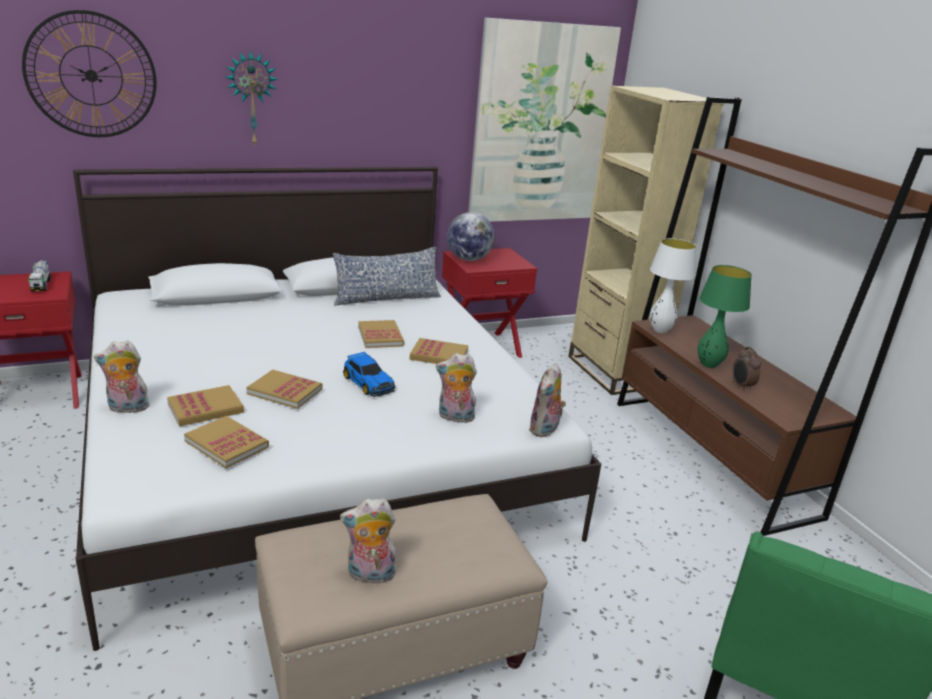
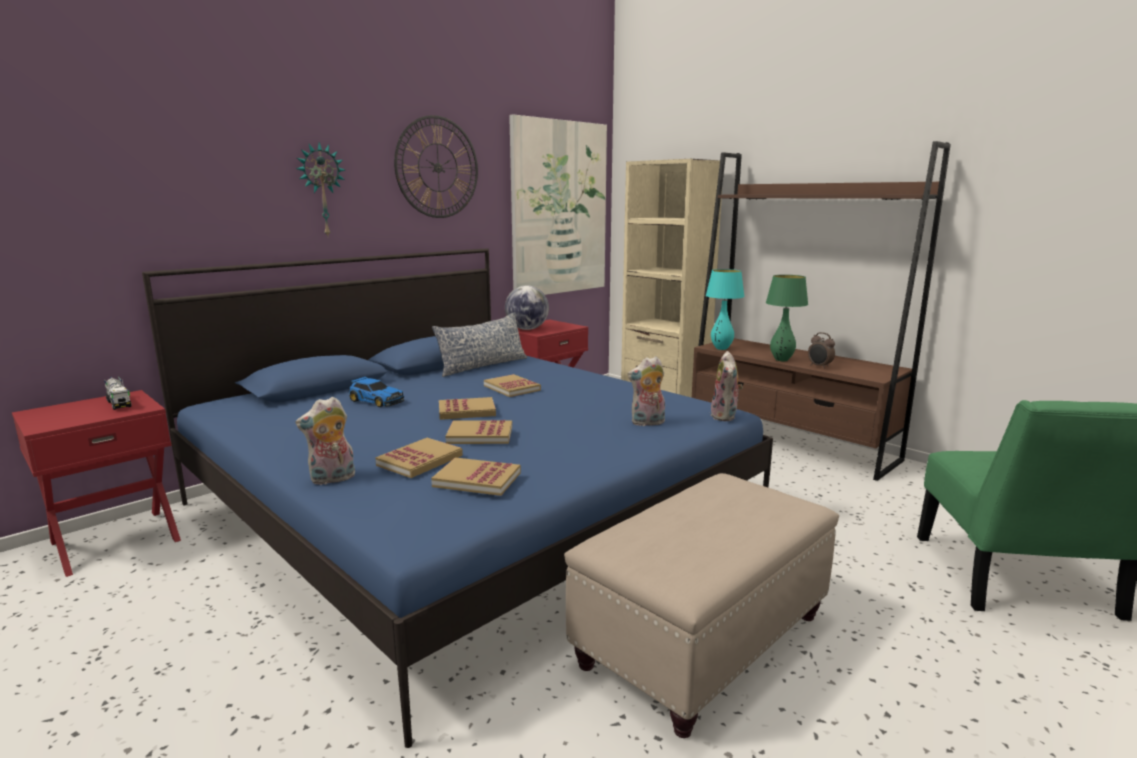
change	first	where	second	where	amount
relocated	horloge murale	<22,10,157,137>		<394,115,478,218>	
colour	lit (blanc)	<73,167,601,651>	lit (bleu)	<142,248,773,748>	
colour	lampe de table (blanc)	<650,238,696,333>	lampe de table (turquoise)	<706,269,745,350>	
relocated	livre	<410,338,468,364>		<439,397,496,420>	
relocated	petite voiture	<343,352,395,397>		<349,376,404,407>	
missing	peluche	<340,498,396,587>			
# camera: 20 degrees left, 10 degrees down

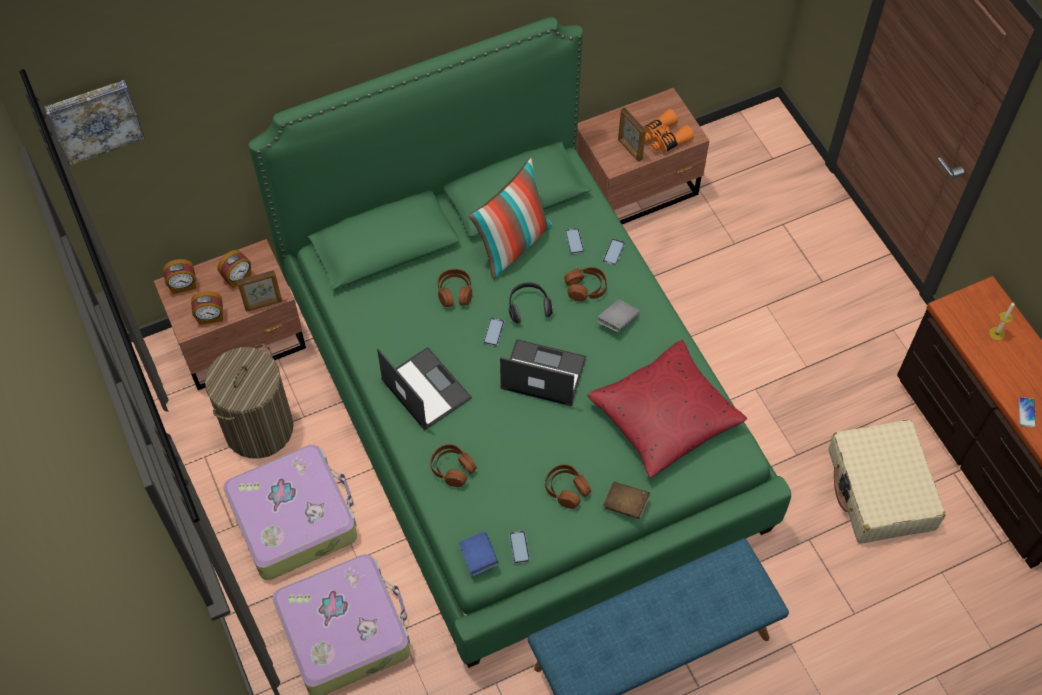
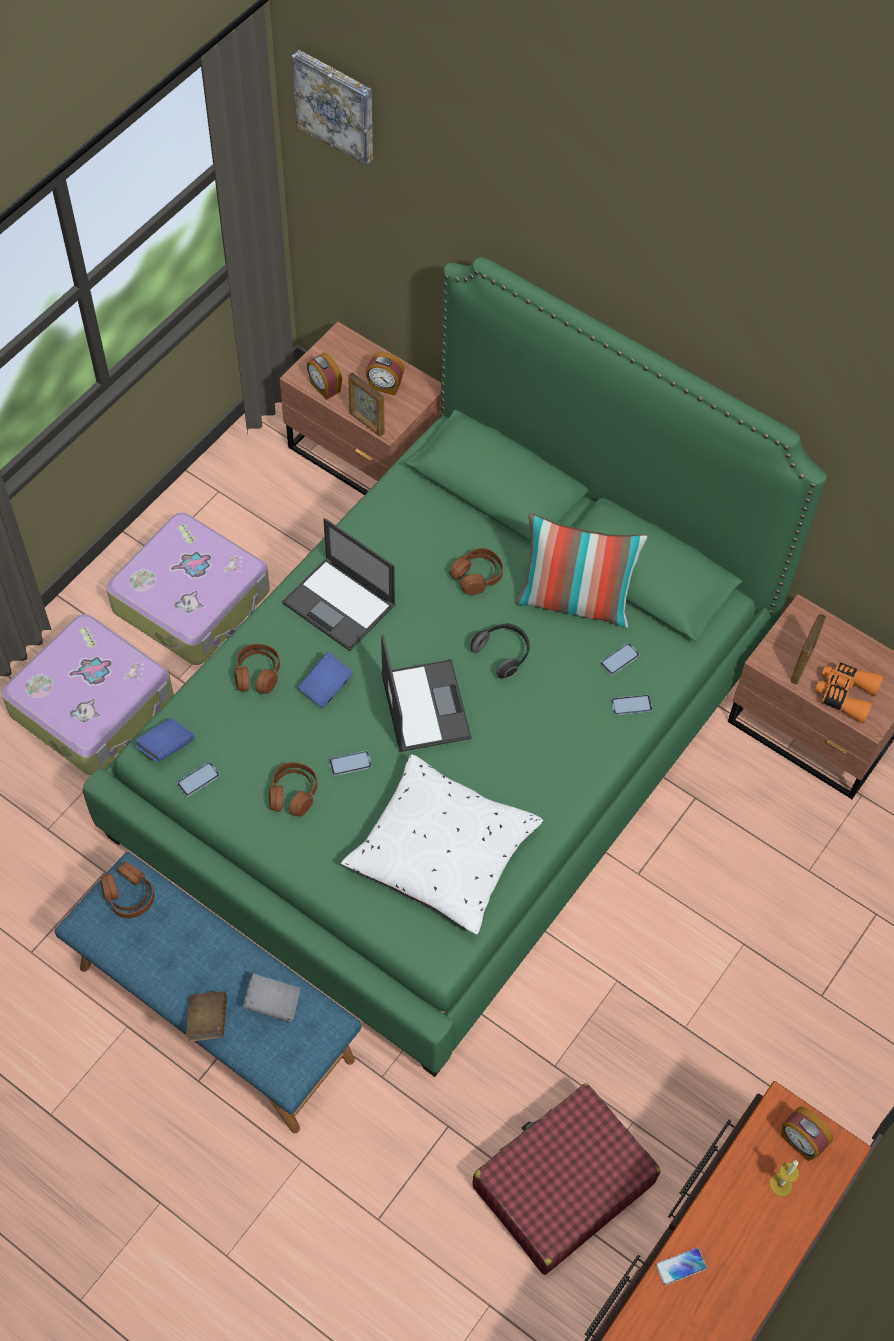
change	first	where	second	where	amount
relocated	réveil	<163,259,196,294>		<781,1106,833,1161>	
relocated	casque audio (marron)	<564,267,607,302>		<100,862,154,918>	
relocated	livre (gris)	<597,300,640,332>		<243,974,300,1023>	
relocated	téléphone	<483,318,505,346>		<329,751,372,776>	
colour	coussin (rouge)	<587,340,747,478>	coussin (blanc)	<341,754,543,934>	
missing	panier à linge	<205,344,294,459>			
spun	ordinateur portable	<377,347,472,431>		<282,518,396,651>	105 degrees clockwise
colour	valise (beige)	<828,420,945,544>	valise (rouge)	<472,1083,661,1275>	
relocated	livre (marron)	<603,482,650,519>		<186,991,227,1042>	
appeared			livre (bleu)	<298,652,353,708>	
# camera: 60 degrees right, 0 degrees up

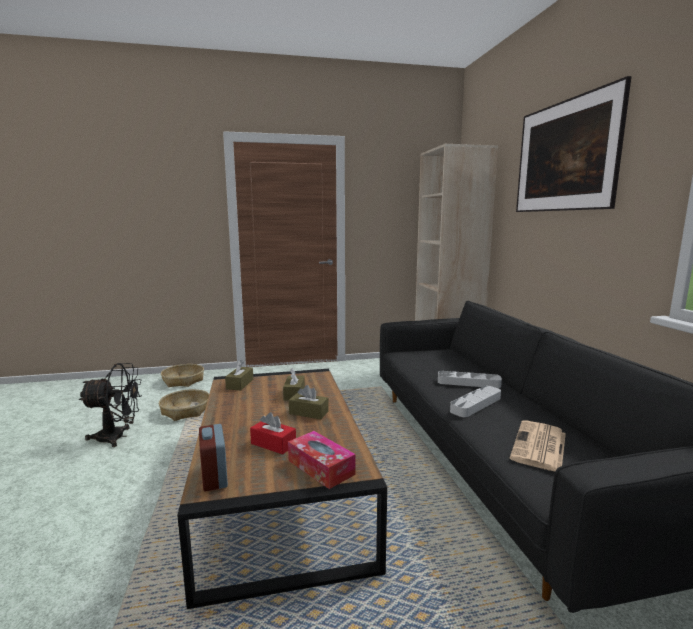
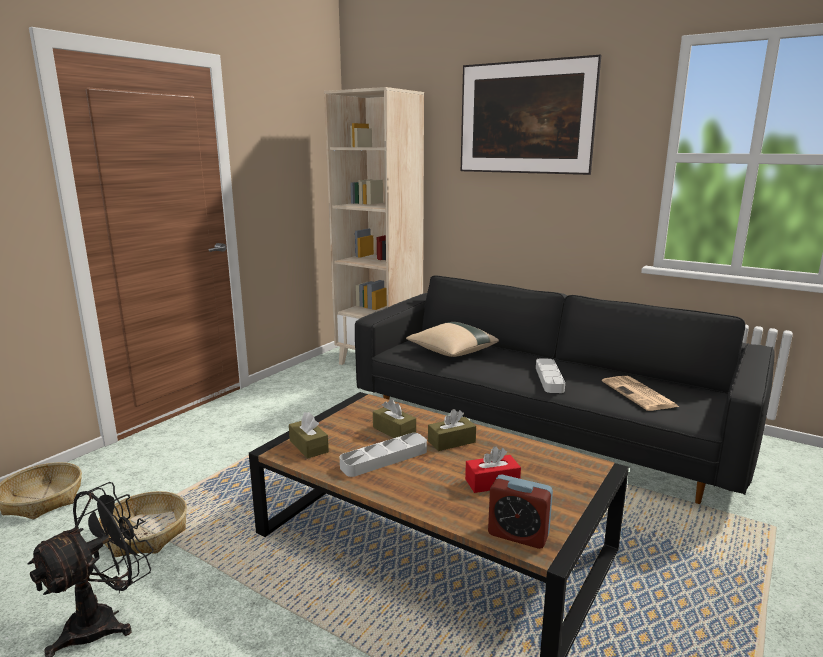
change	first	where	second	where	amount
relocated	plateau (gris)	<438,371,502,388>		<340,433,427,477>	
missing	boîte à mouchoirs	<288,431,356,489>			
appeared			coussin (beige)	<406,322,499,357>	
# camera: 45 degrees left, 5 degrees up

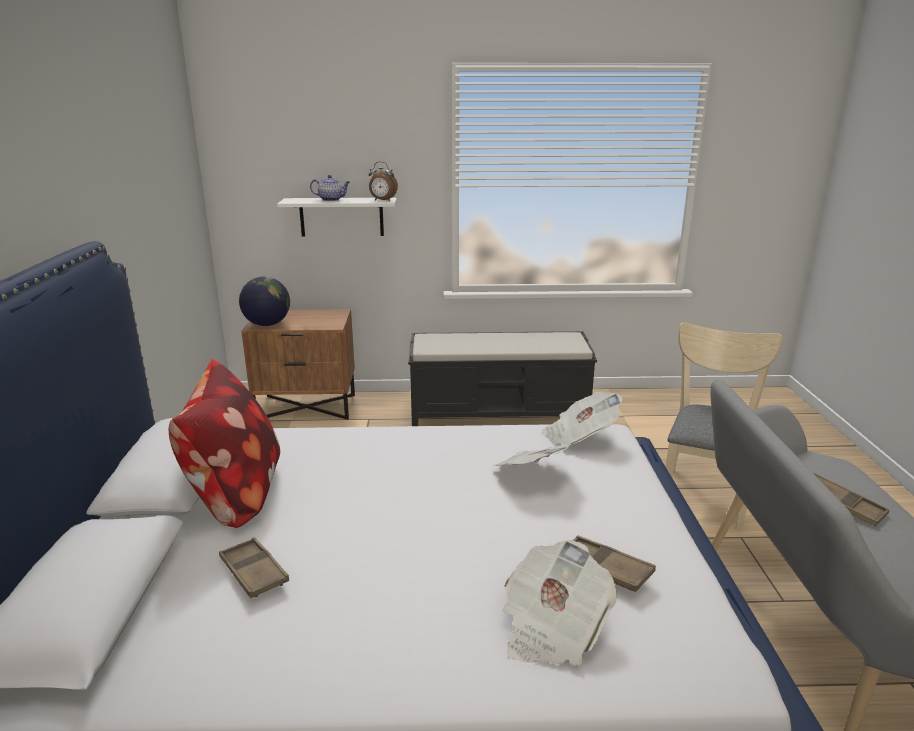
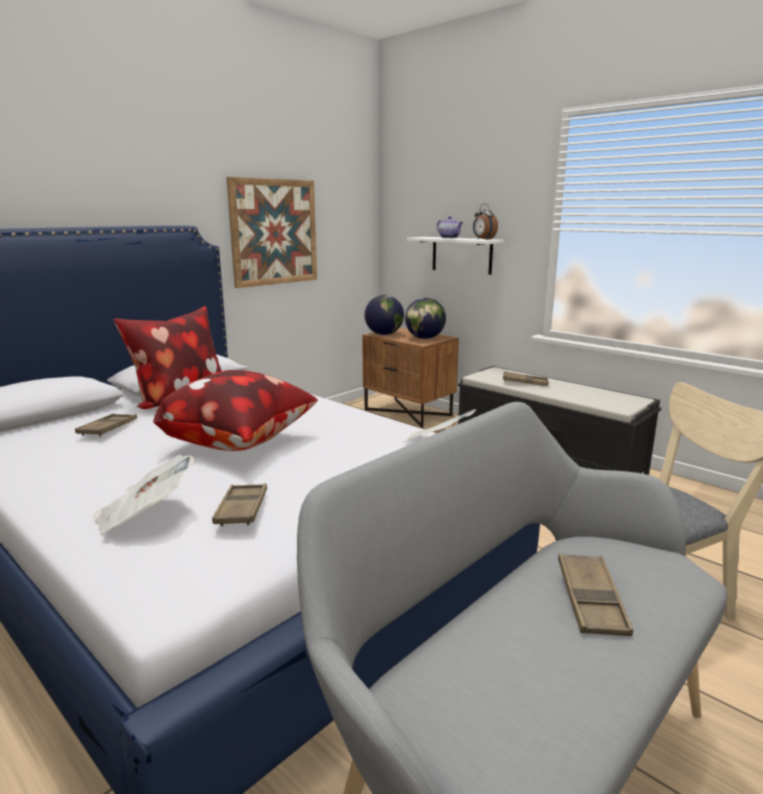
change	first	where	second	where	amount
missing	journal	<493,443,575,466>			
appeared			tableau	<227,177,317,288>	
appeared			globe	<405,298,446,339>	
appeared			coussin	<153,370,318,451>	
appeared			plateau (marron)	<503,372,549,386>	
# camera: 45 degrees right, 5 degrees down

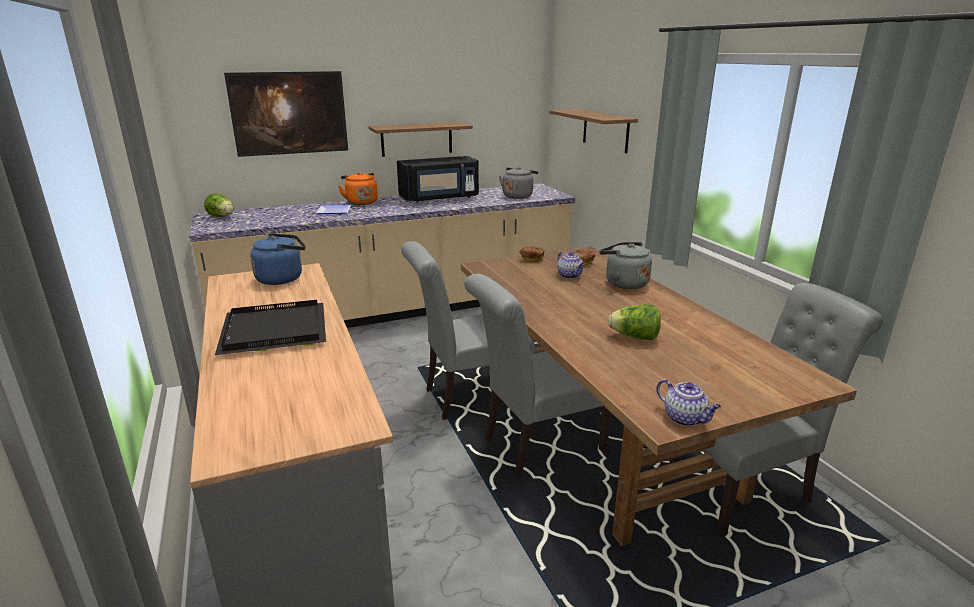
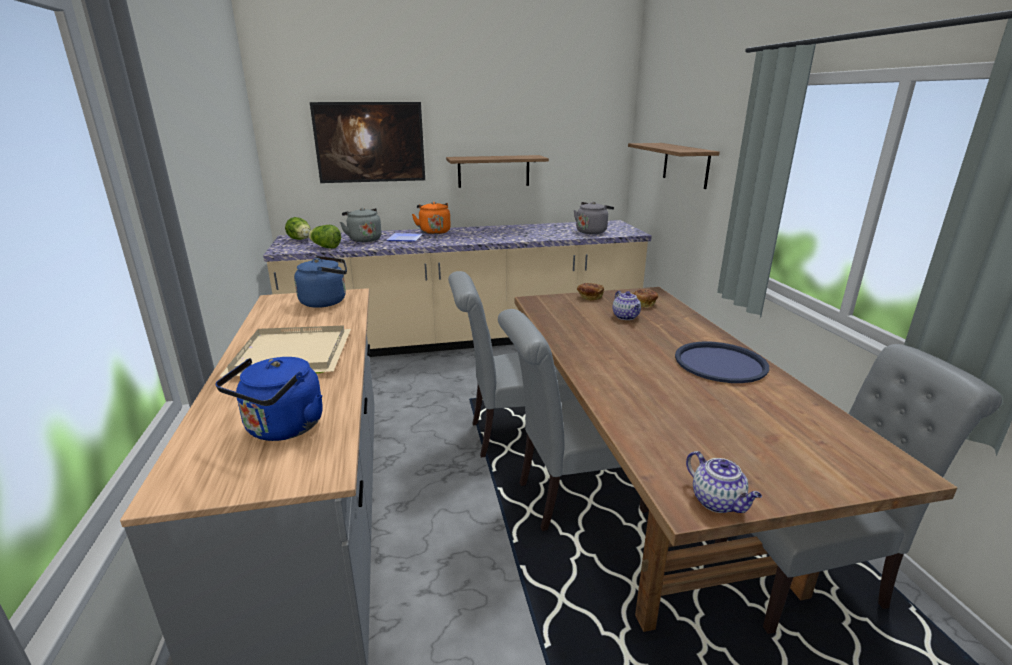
change	first	where	second	where	amount
missing	micro-ondes (noir)	<397,156,479,203>			
relocated	bouilloire (gris)	<600,242,652,289>		<340,208,382,242>	
colour	plateau (noir)	<215,300,326,355>	plateau (beige)	<219,325,351,377>	
relocated	laitue	<608,304,661,340>		<308,225,341,249>	
appeared			plateau (bleu)	<675,342,769,383>	
appeared			bouilloire (bleu)	<216,357,323,441>	
# camera: 10 degrees right, 0 degrees up

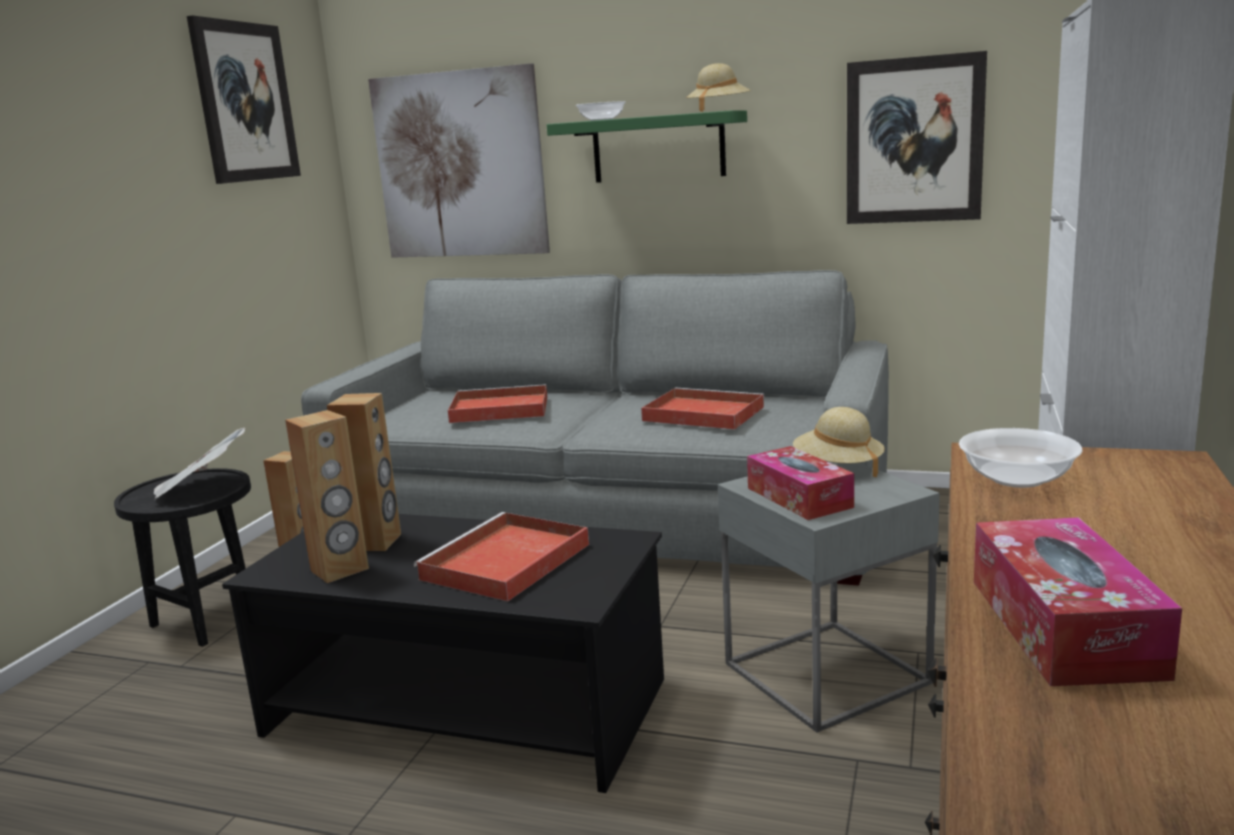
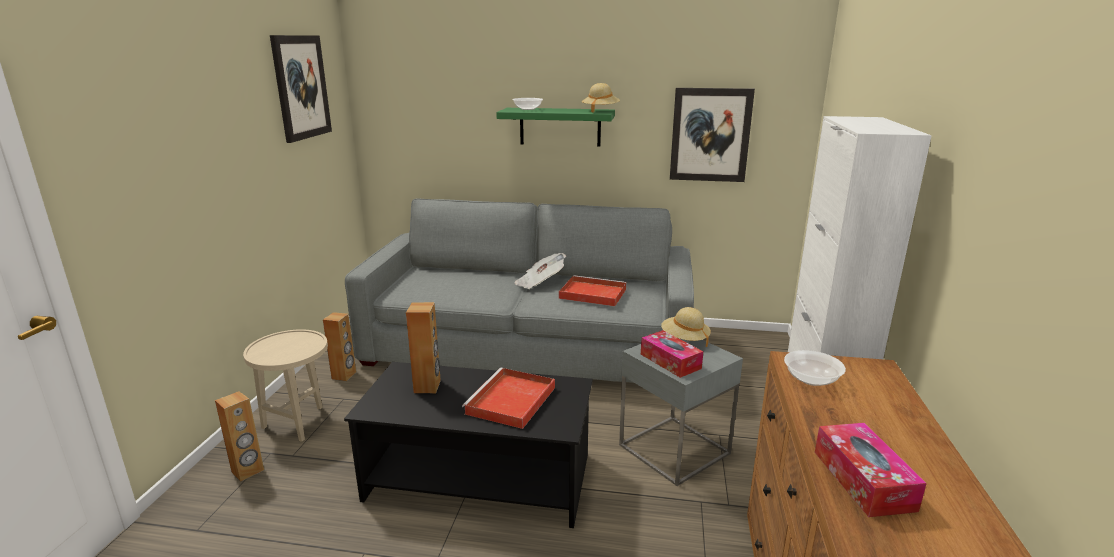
change	first	where	second	where	amount
missing	tableau	<368,63,550,258>			
missing	plateau (rouge)	<448,384,548,423>			
relocated	enceinte (marron)	<285,410,369,583>		<215,391,264,481>	
relocated	journal	<154,428,245,499>		<514,253,566,289>	
colour	table d'appoint (noir)	<114,468,251,647>	table d'appoint (beige)	<243,329,328,442>	
# camera: 10 degrees left, 5 degrees up

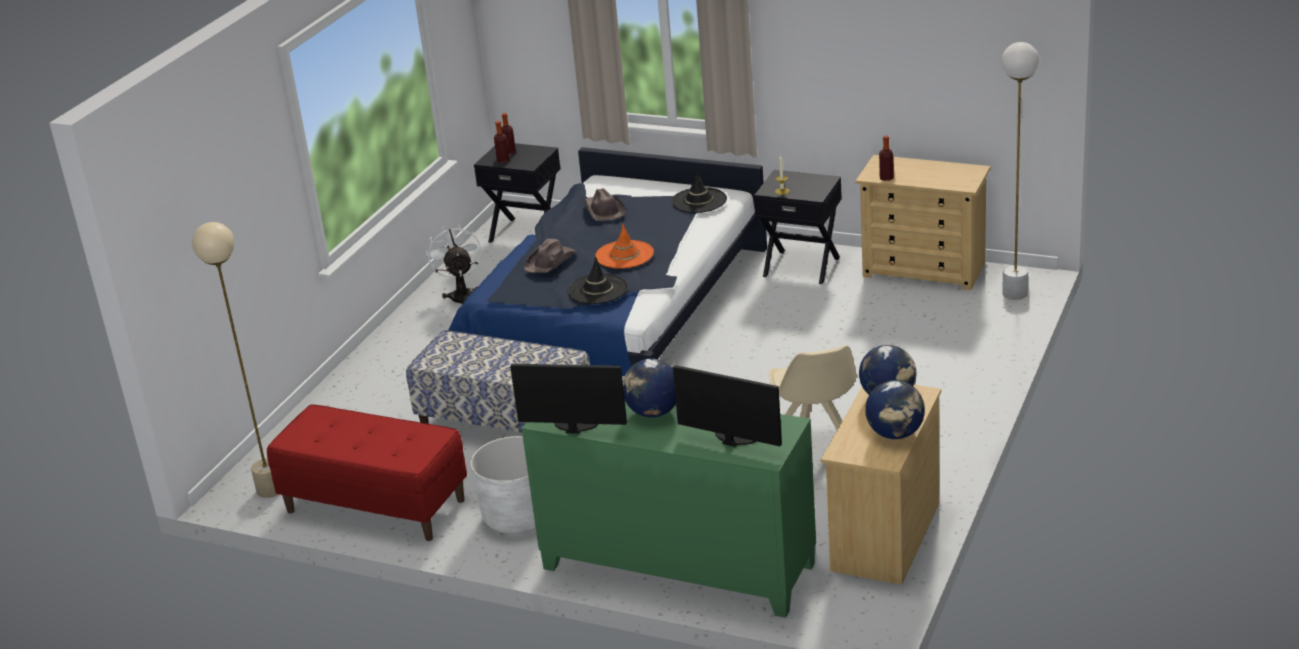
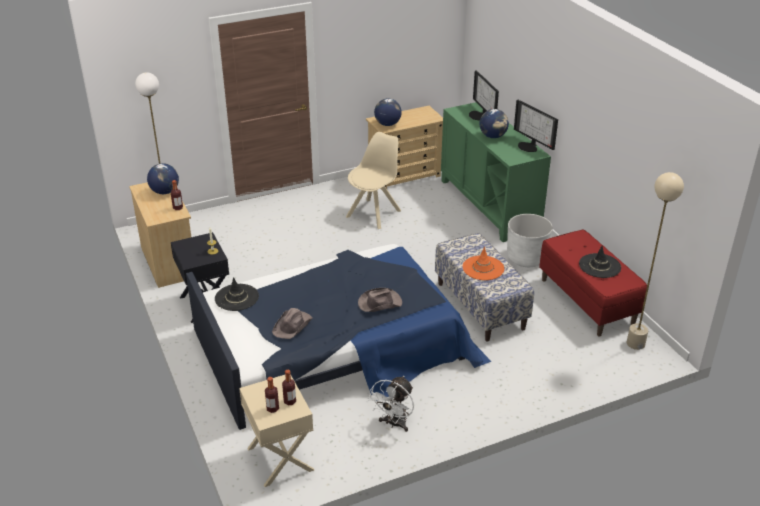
change	first	where	second	where	amount
colour	table de chevet (noir)	<474,143,561,243>	table de chevet (beige)	<239,374,314,487>	
relocated	chapeau (orange)	<595,224,654,269>		<463,247,504,280>	
relocated	chapeau (noir)	<567,256,628,304>		<579,246,621,278>	
relocated	globe	<865,380,925,439>		<147,163,179,194>	
# camera: 140 degrees left, 5 degrees up

